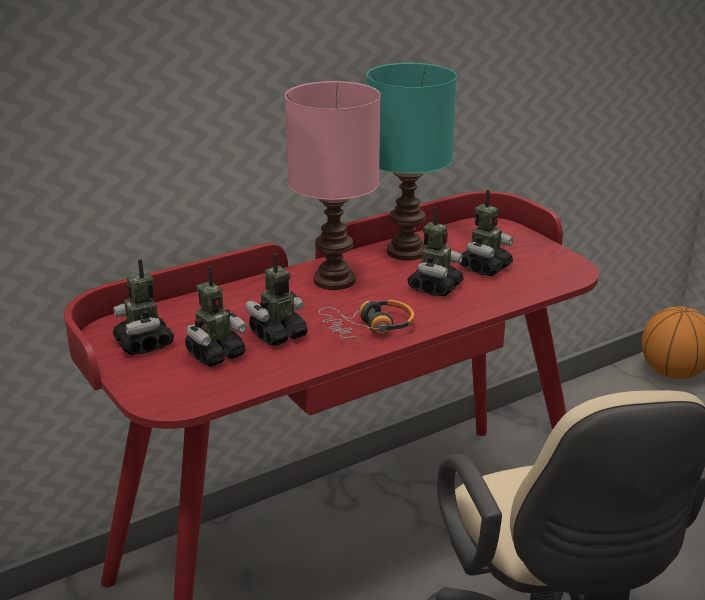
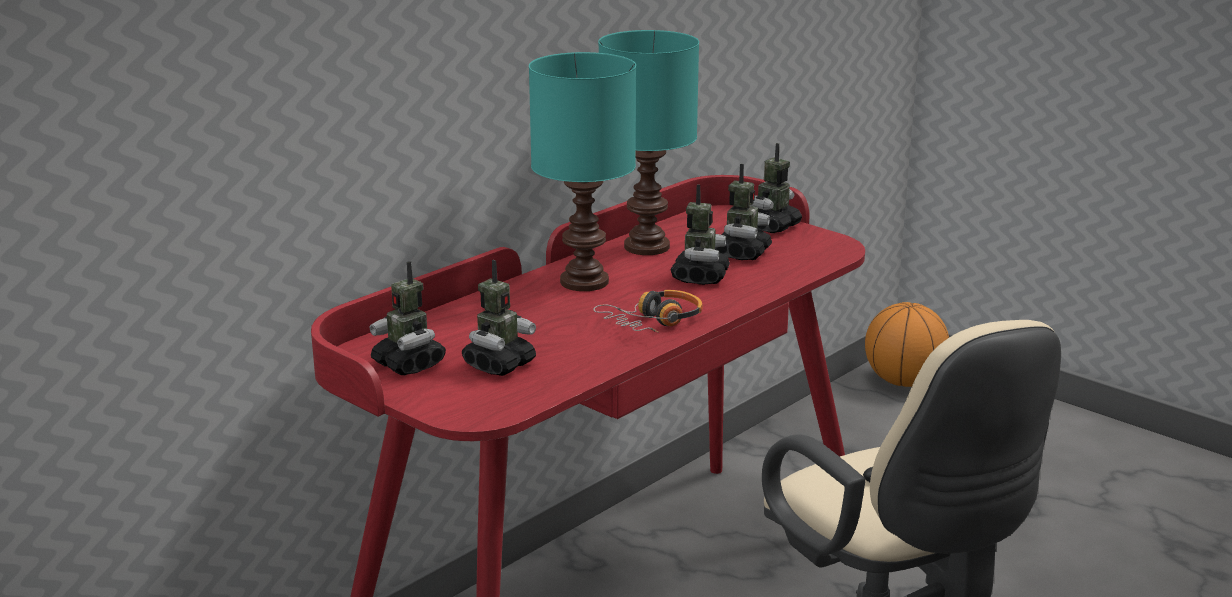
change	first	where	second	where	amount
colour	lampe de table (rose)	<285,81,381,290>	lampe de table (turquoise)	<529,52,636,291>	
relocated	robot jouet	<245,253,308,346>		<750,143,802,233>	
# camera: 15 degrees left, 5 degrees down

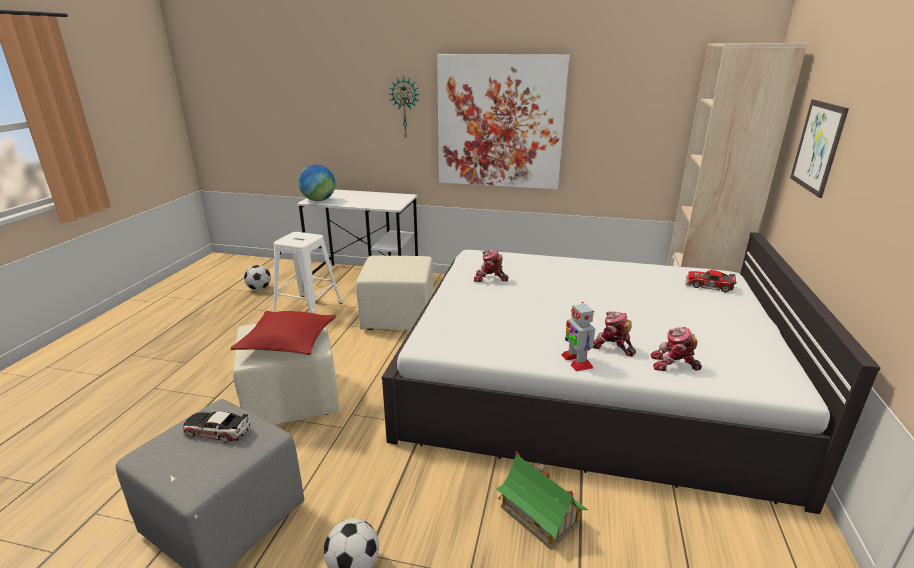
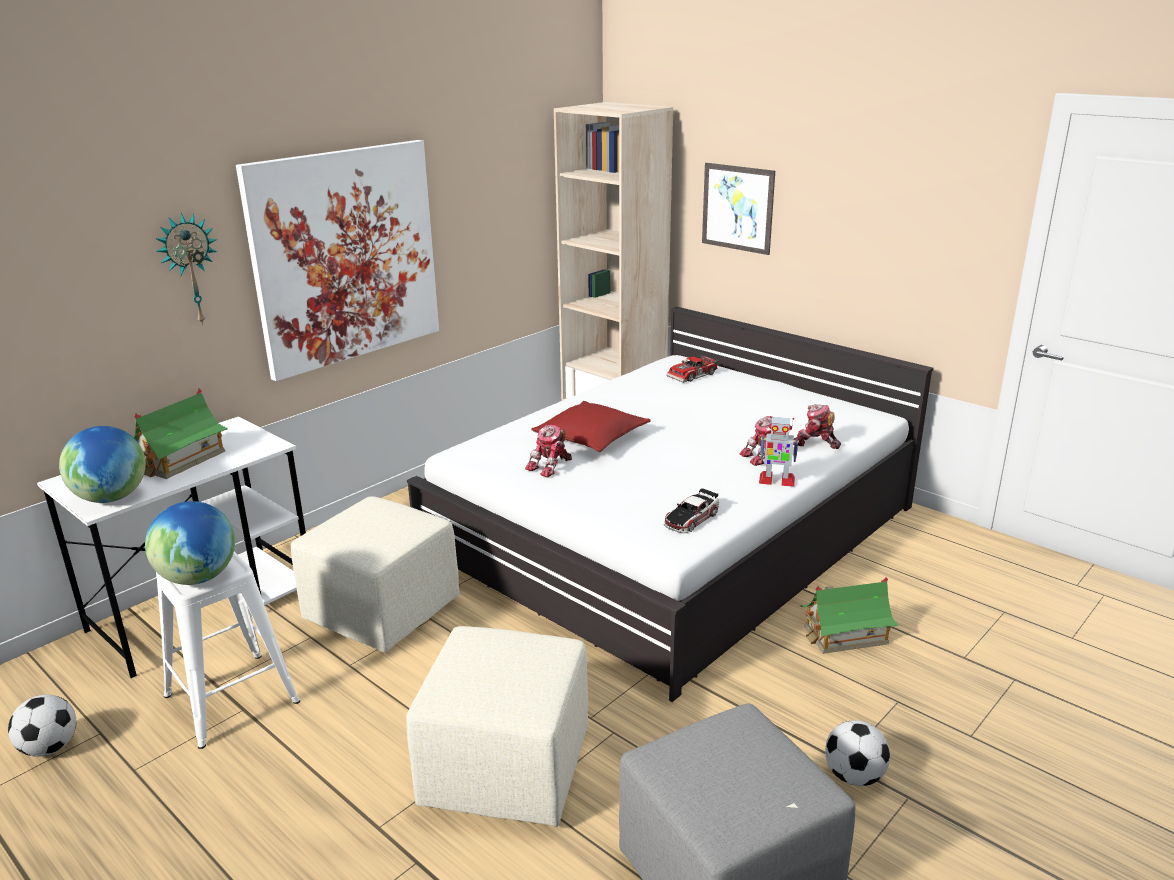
change	first	where	second	where	amount
relocated	coussin (rouge)	<231,311,336,355>		<531,401,651,452>	
spun	robot jouet	<651,327,702,371>		<793,404,841,449>	75 degrees clockwise
relocated	petite voiture	<183,410,250,443>		<664,488,719,533>	
appeared			maison miniature	<134,389,228,479>	
appeared			globe	<145,501,235,585>	
# camera: 60 degrees left, 0 degrees up

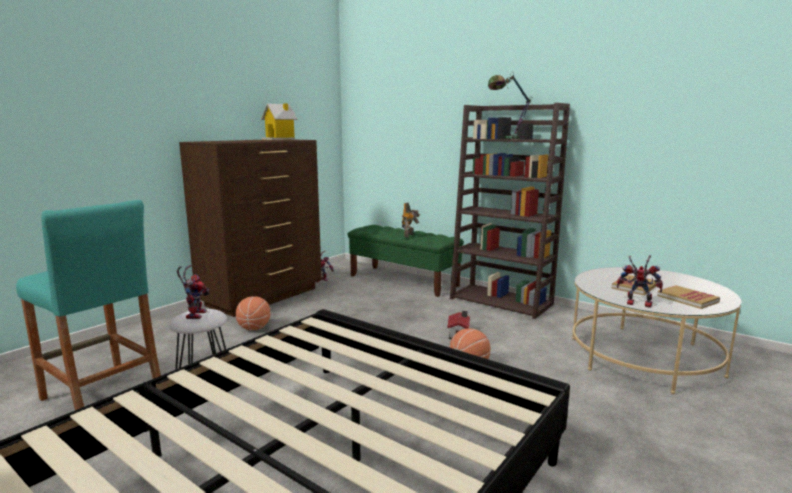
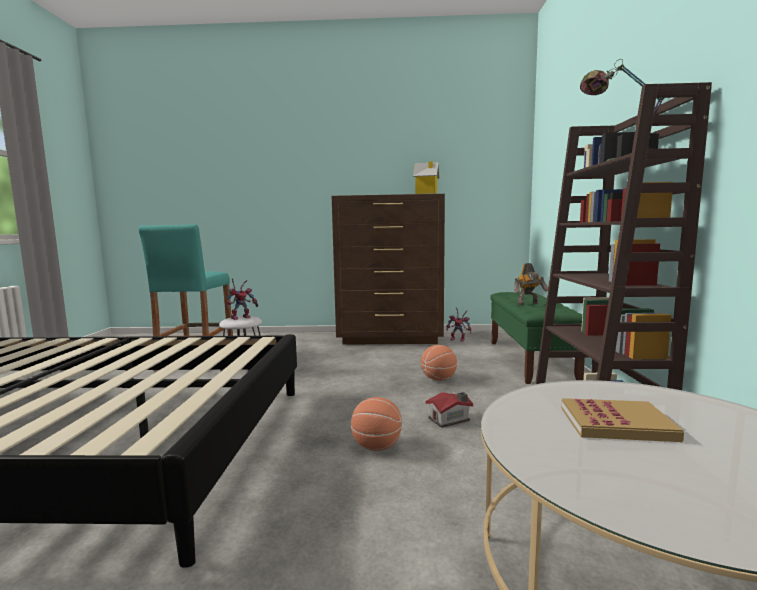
change	first	where	second	where	amount
missing	robot jouet	<617,255,663,308>			
missing	livre	<657,285,720,309>			
relocated	ballon de basket	<236,296,270,330>		<421,345,457,381>	
# camera: 55 degrees right, 5 degrees down

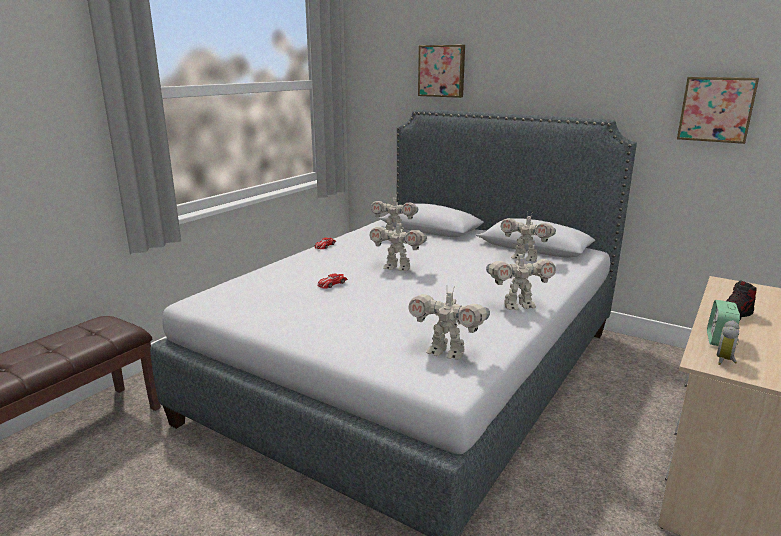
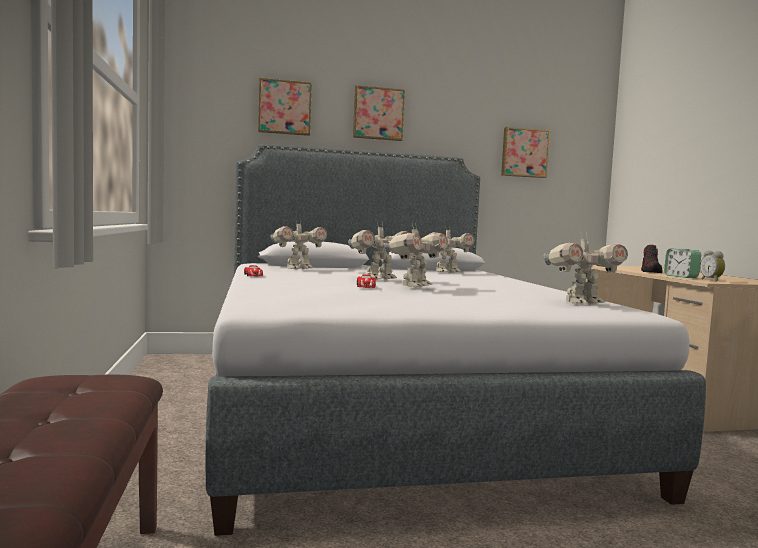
change	first	where	second	where	amount
relocated	robot jouet	<486,249,556,310>		<384,223,448,287>	
appeared			tableau	<353,85,405,141>	
# camera: 45 degrees left, 15 degrees down

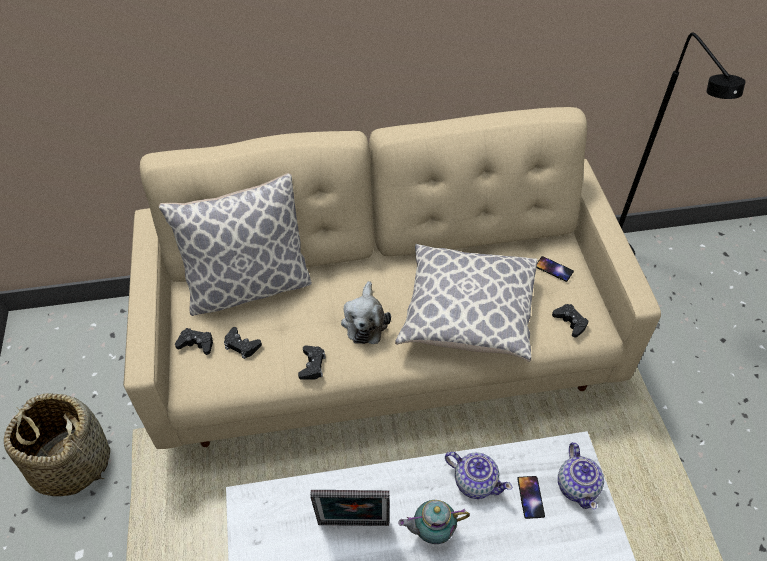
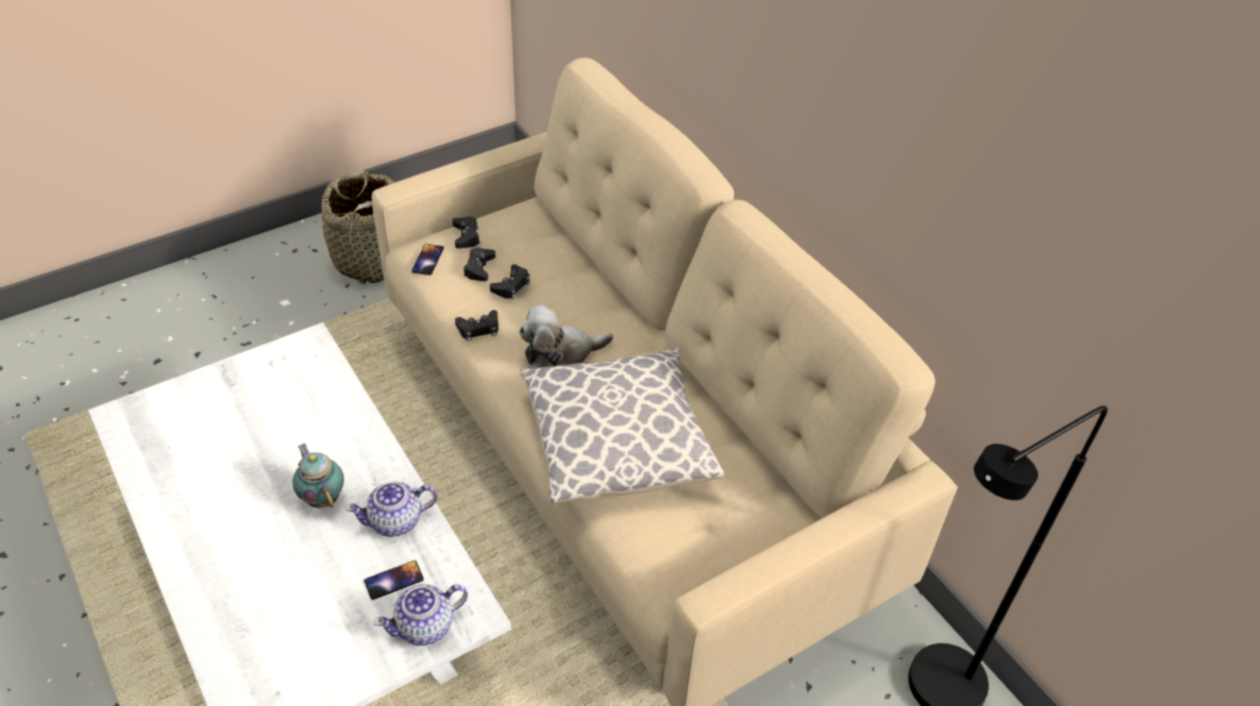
change	first	where	second	where	amount
missing	coussin	<159,173,312,316>			
relocated	téléphone	<536,256,574,282>		<412,244,444,275>	
relocated	manette (noir)	<552,304,588,338>		<490,264,531,299>	
spun	théière	<445,452,512,499>		<345,481,438,537>	60 degrees clockwise
missing	cadre photo	<310,490,390,526>			
# camera: 65 degrees right, 5 degrees down

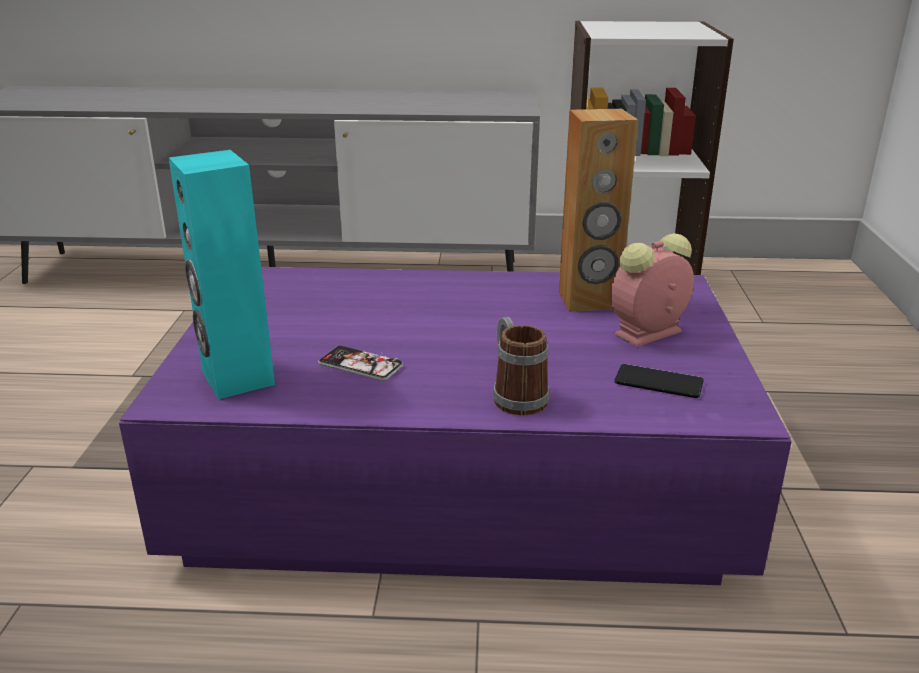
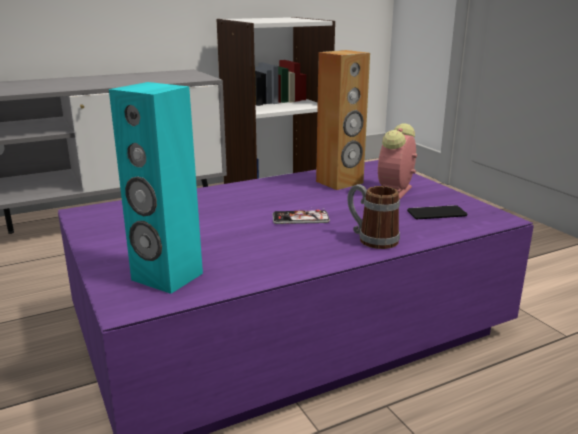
change	first	where	second	where	amount
relocated	téléphone	<318,345,403,381>		<273,208,330,224>	
# camera: 30 degrees left, 5 degrees down

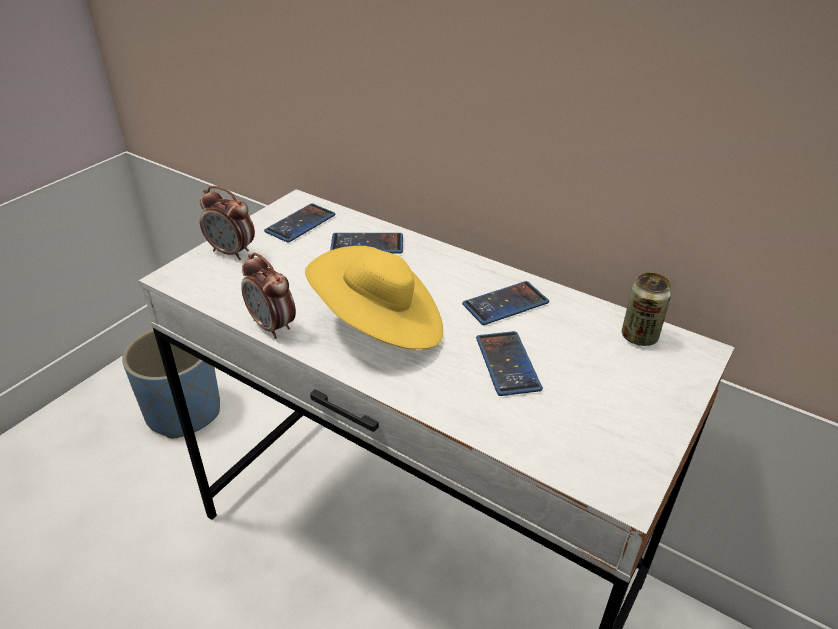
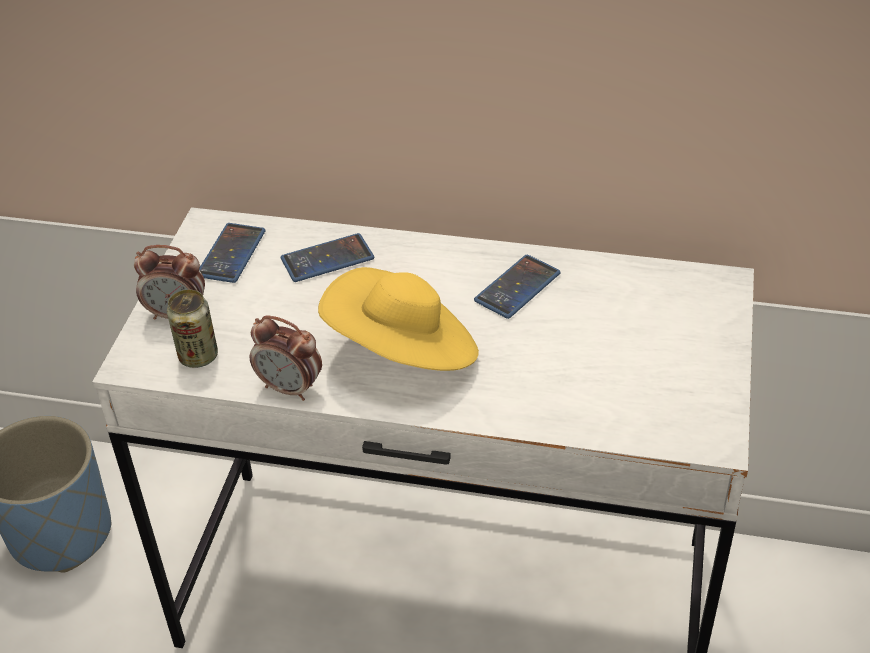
change	first	where	second	where	amount
relocated	boîte métallique	<622,273,672,346>		<167,289,218,368>	
missing	téléphone	<476,331,543,396>			
# camera: 20 degrees left, 5 degrees up

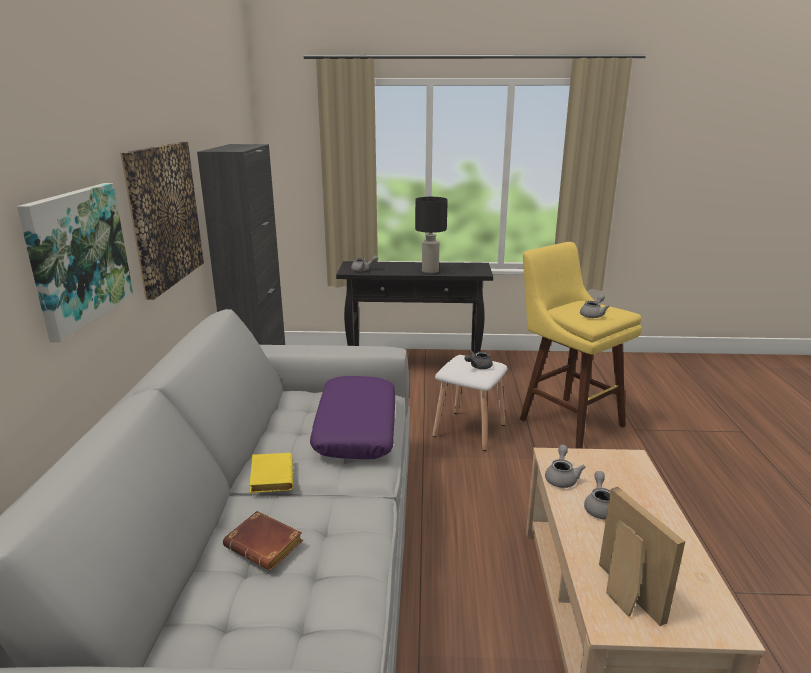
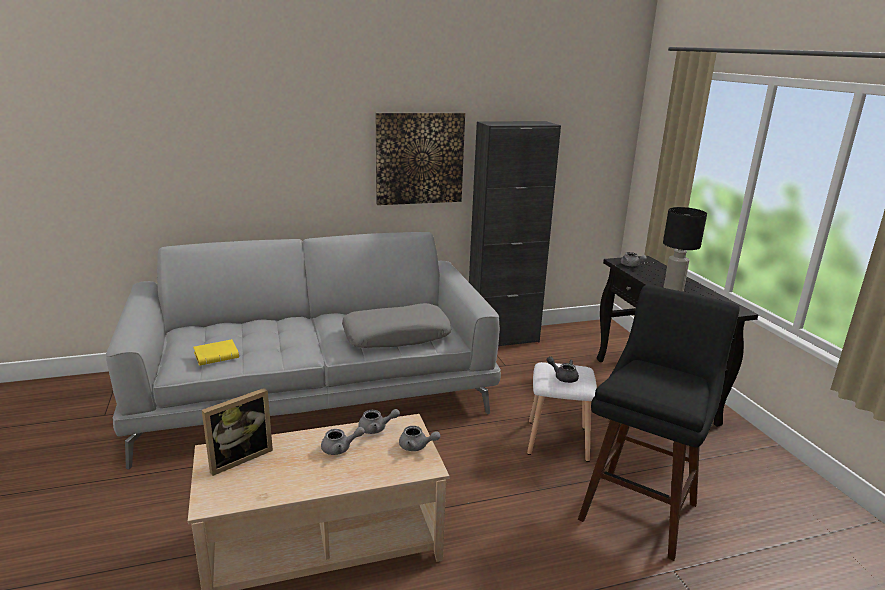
change	first	where	second	where	amount
missing	tableau	<17,183,133,342>			
colour	tabouret (jaune)	<520,242,642,449>	tabouret (noir)	<578,285,740,561>	
relocated	théière (gris)	<580,294,610,318>		<399,426,440,451>	
colour	coussin (violet)	<310,376,395,459>	coussin (gris)	<342,303,451,348>	
relocated	livre (jaune)	<250,453,293,493>		<193,339,239,366>	
missing	livre (marron)	<223,511,303,571>			
# camera: 70 degrees right, 0 degrees up

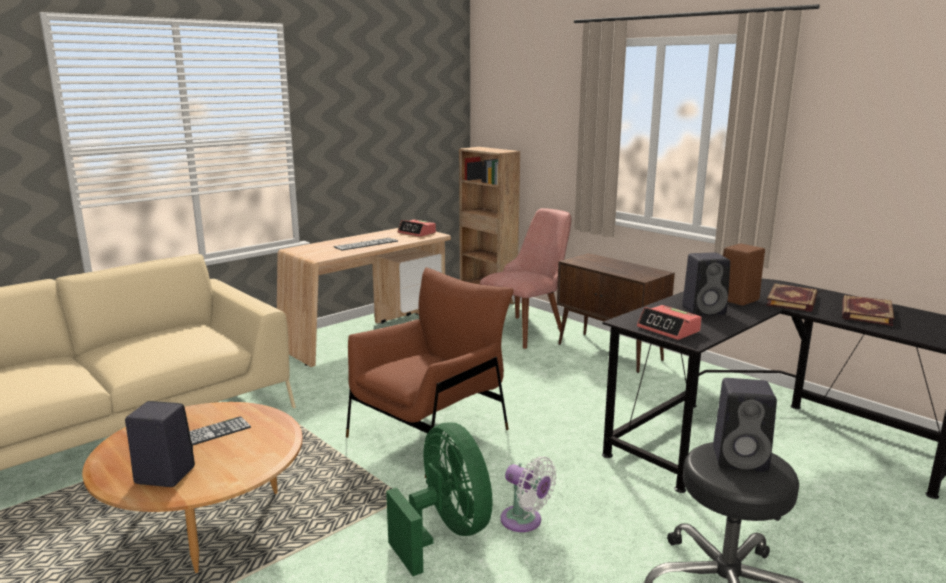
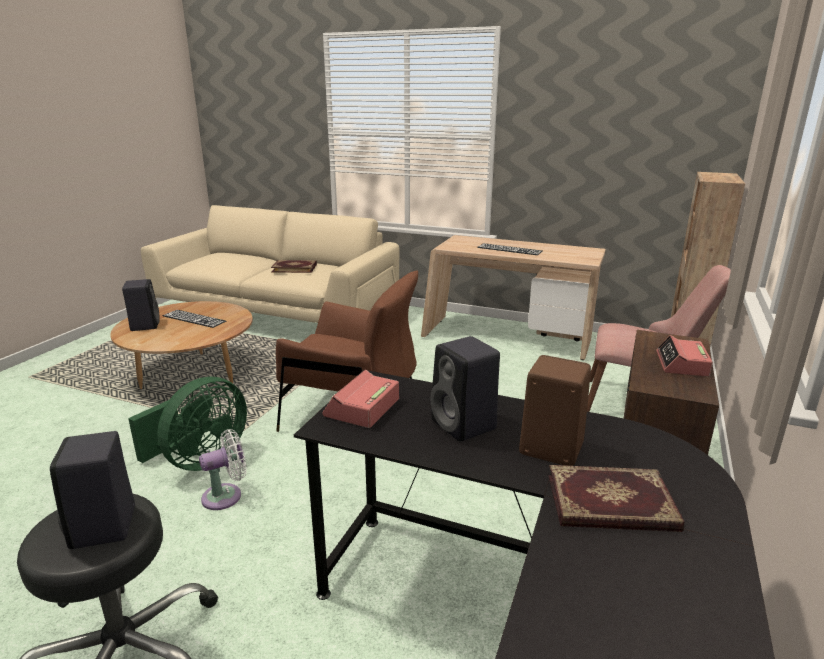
change	first	where	second	where	amount
relocated	réveil	<398,220,436,237>		<656,335,713,377>	
relocated	livre	<842,295,895,326>		<271,260,317,273>	
spun	ventilateur (blanc)	<500,456,557,532>		<199,429,247,510>	135 degrees counterclockwise
# camera: 65 degrees right, 5 degrees up

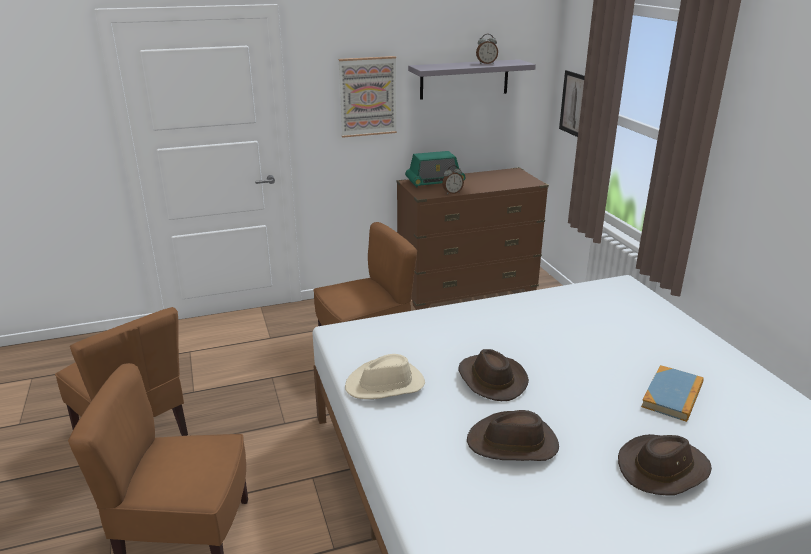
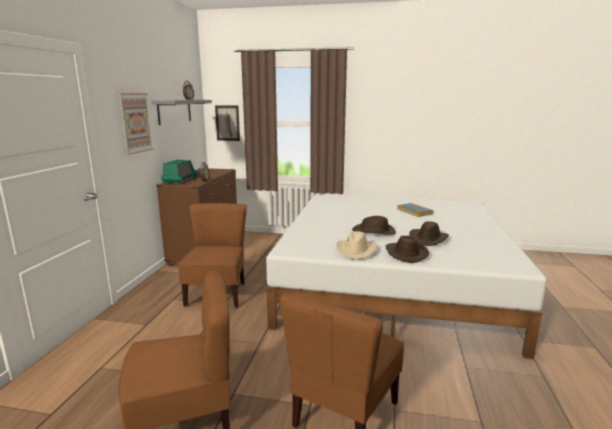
change	first	where	second	where	amount
relocated	chapeau (marron)	<618,434,712,495>		<386,236,429,263>	
# camera: 60 degrees left, 10 degrees down

